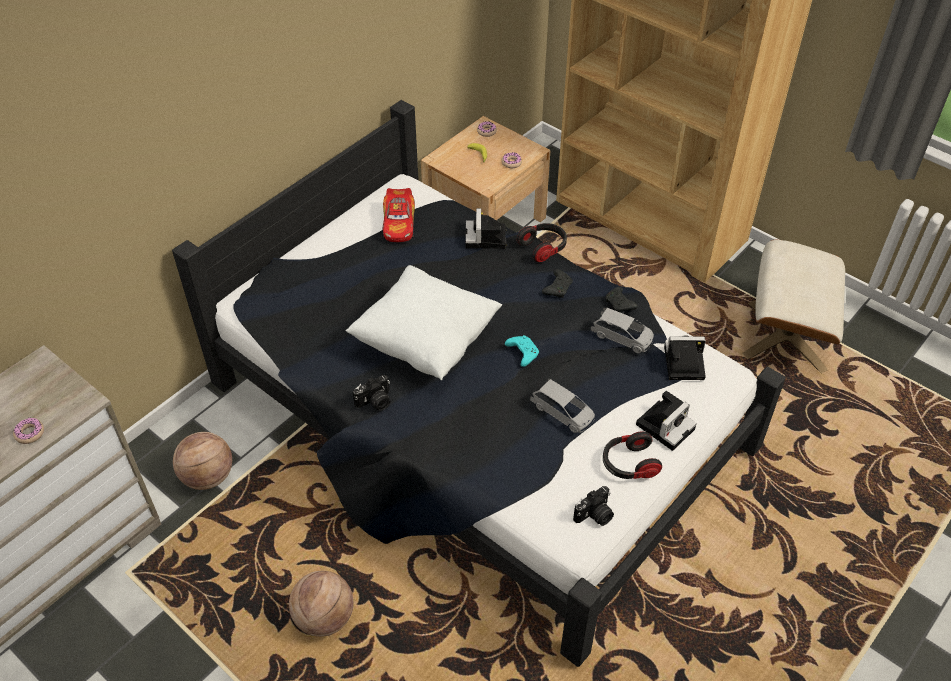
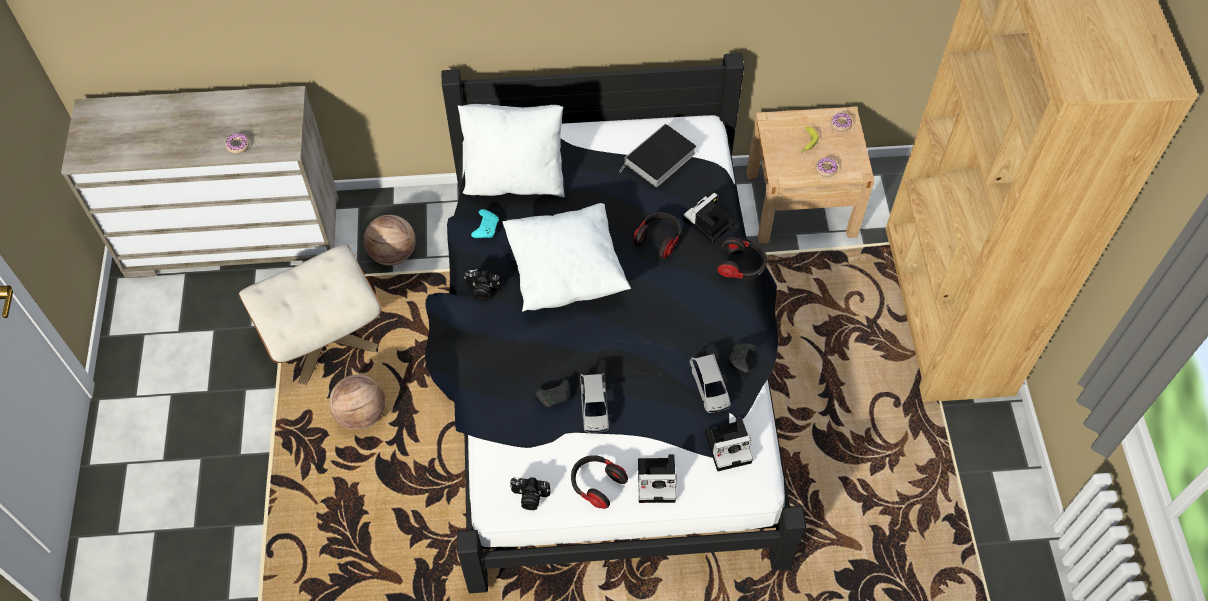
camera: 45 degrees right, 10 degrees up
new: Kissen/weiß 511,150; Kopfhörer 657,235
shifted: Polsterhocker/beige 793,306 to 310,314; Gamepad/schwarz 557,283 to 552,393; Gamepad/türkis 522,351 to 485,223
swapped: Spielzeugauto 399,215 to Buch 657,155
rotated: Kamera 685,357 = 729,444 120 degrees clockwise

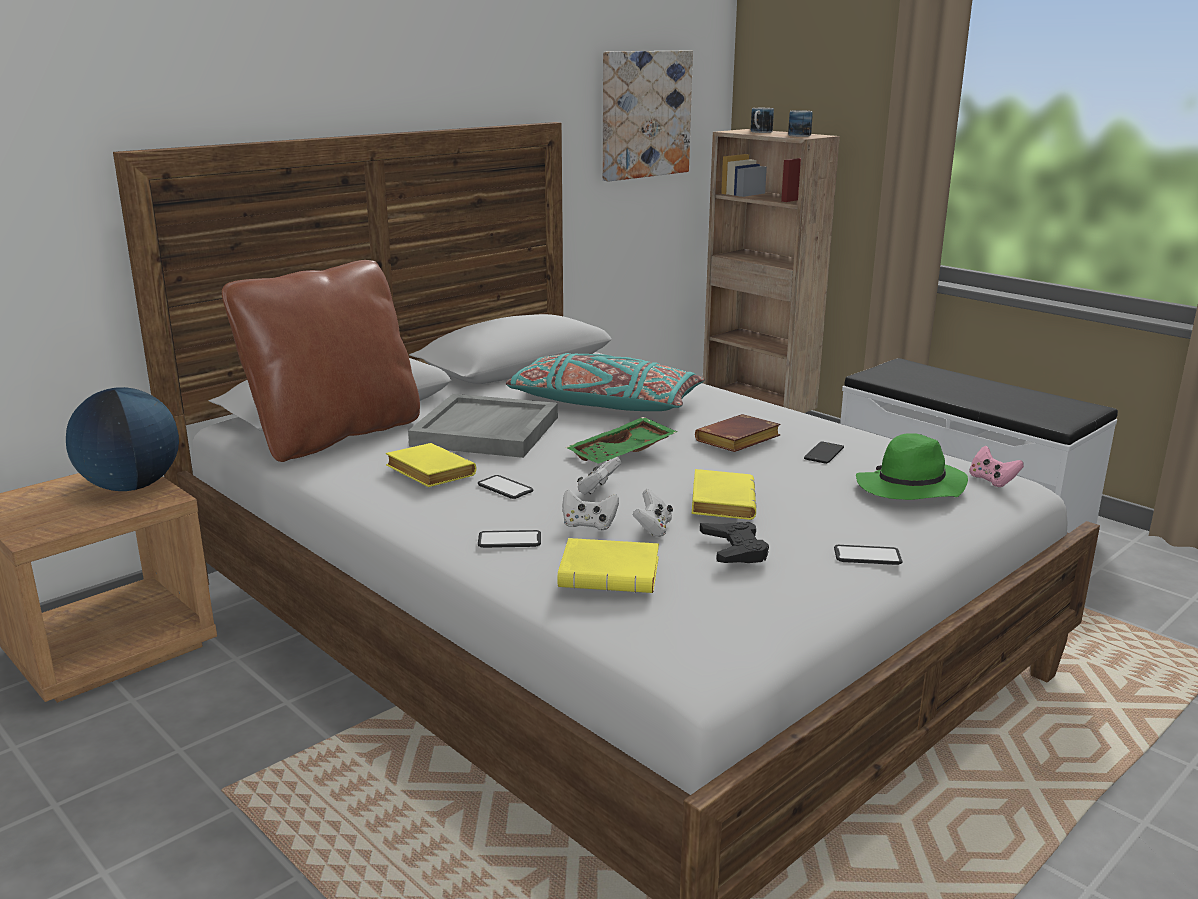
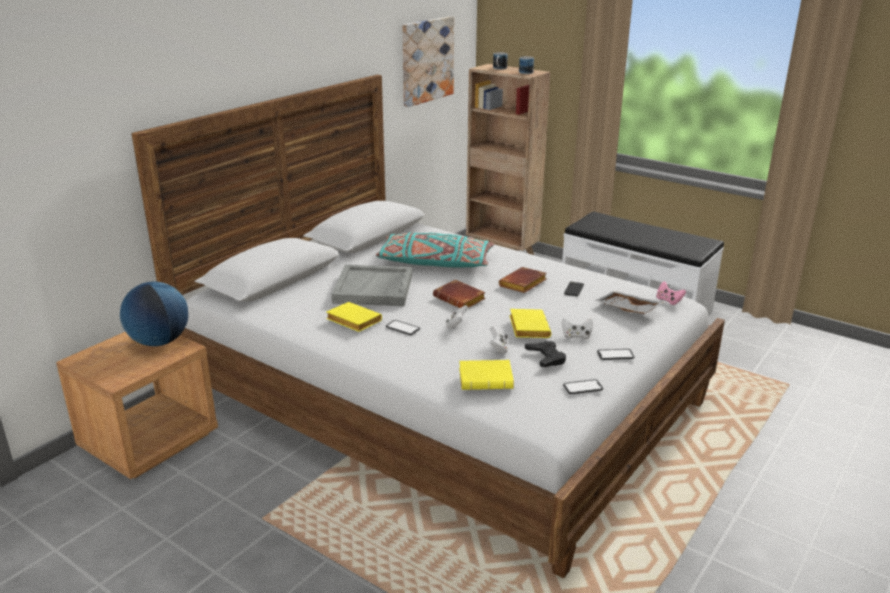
camera: 10 degrees left, 5 degrees up
gone: Kissen/braun 321,361
shifted: Gamepad/weiß 591,509 to 577,328; Handy 509,539 to 583,386
swapped: Tablett/grün 621,440 to Buch/braun 459,293; Hut/grün 912,466 to Tablett/grau 629,302

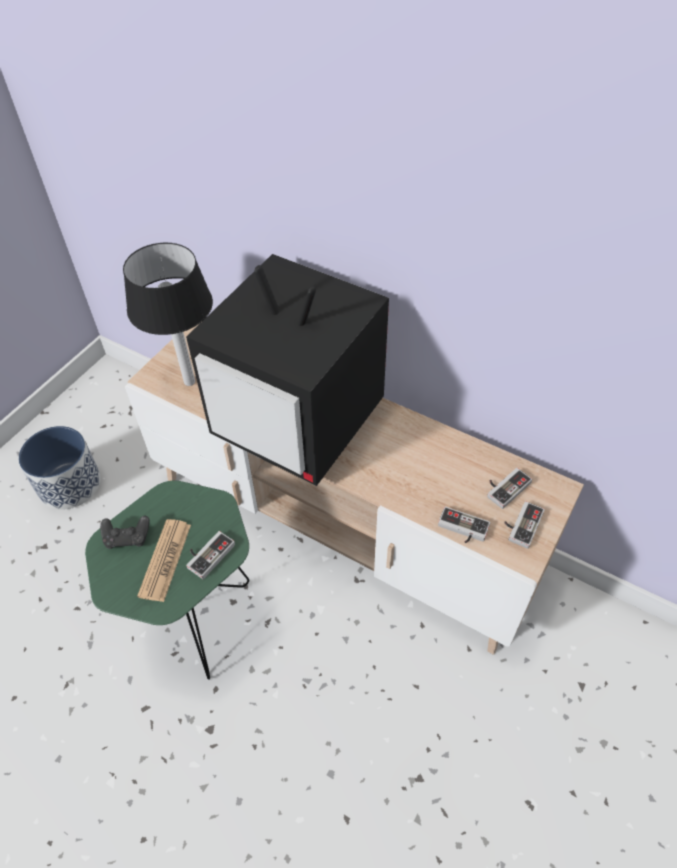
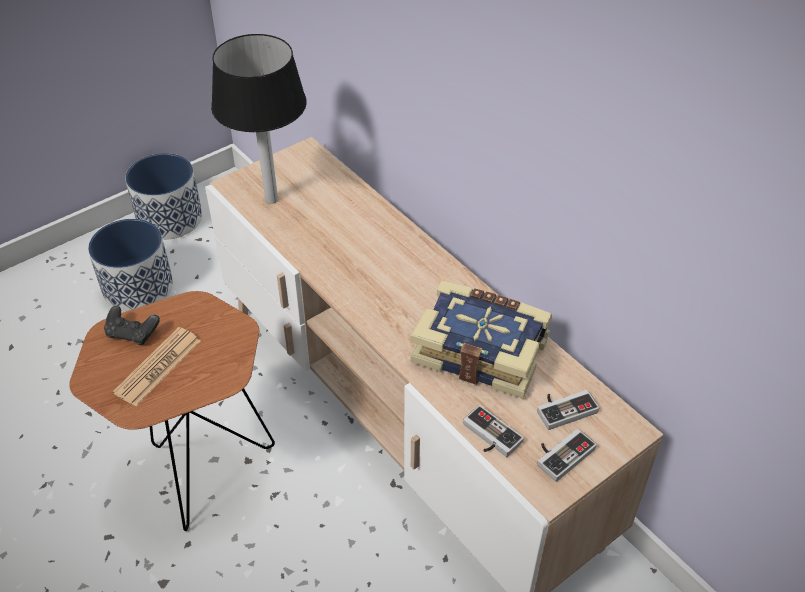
camera: 20 degrees right, 5 degrees down
gone: Fernseher 287,370; Gamepad 210,555
new: Pflanzkübel 163,196; Buch 481,340
repainted: Beistelltisch/grün 167,580 to Beistelltisch/braun 172,411

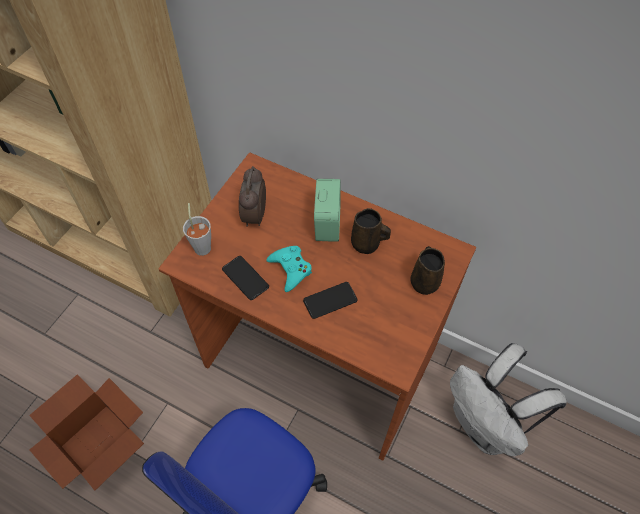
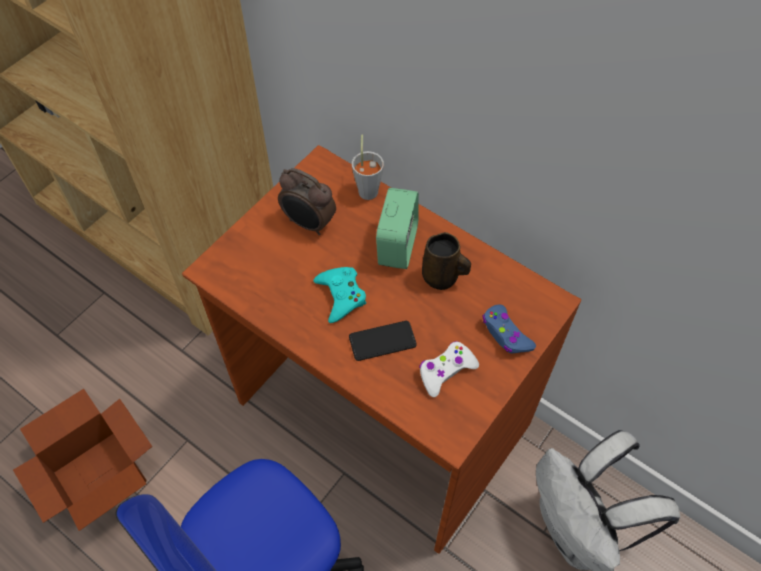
camera: 10 degrees right, 0 degrees up
gone: Handy 245,278
new: Gamepad/weiß 449,369
shifted: Tasse/grau 197,229 to 368,167
swapped: Henkelbecher/braun 427,270 to Gamepad/blau 509,329
rotated: Wecker 252,196 = 307,201 75 degrees counterclockwise

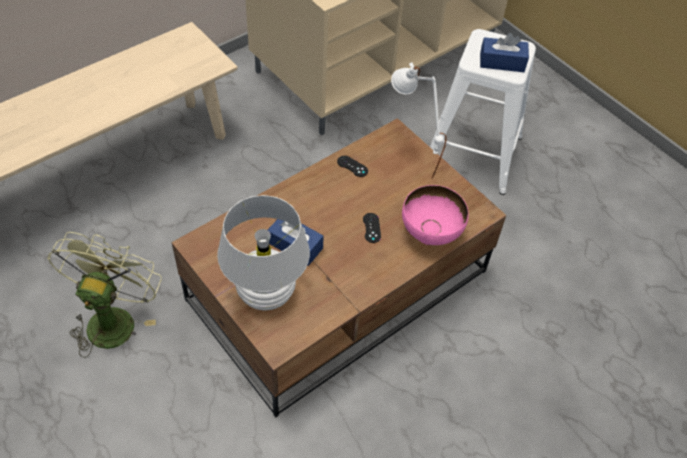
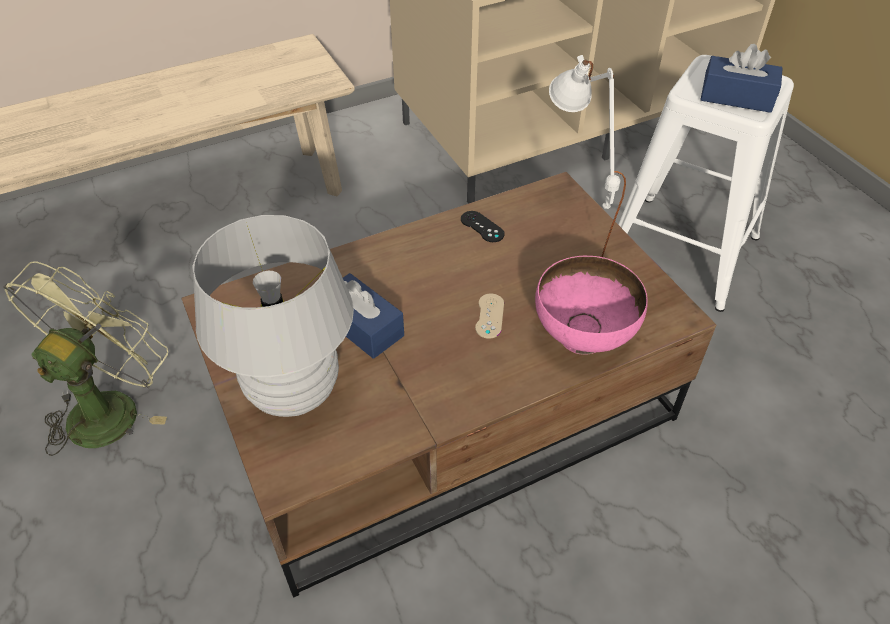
camera: 15 degrees right, 5 degrees down
repainted: Gamepad/schwarz 372,228 to Gamepad/beige 489,316

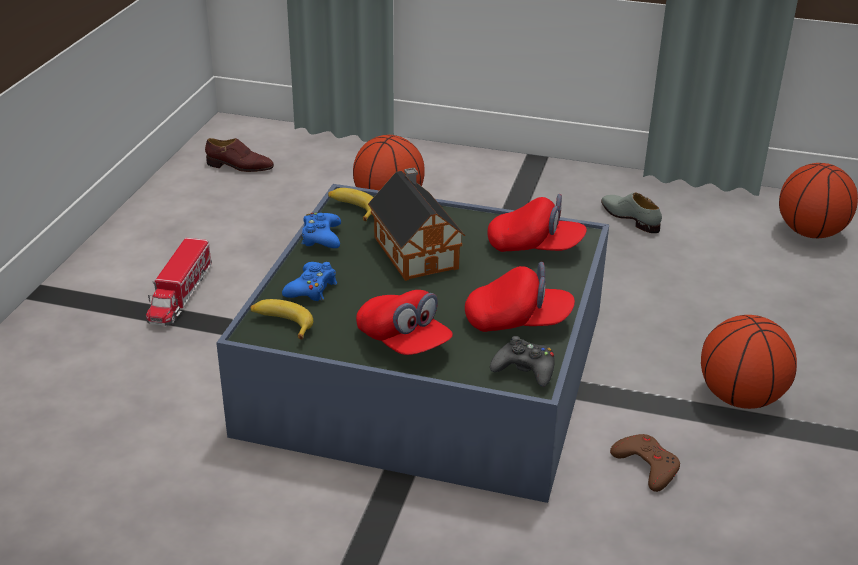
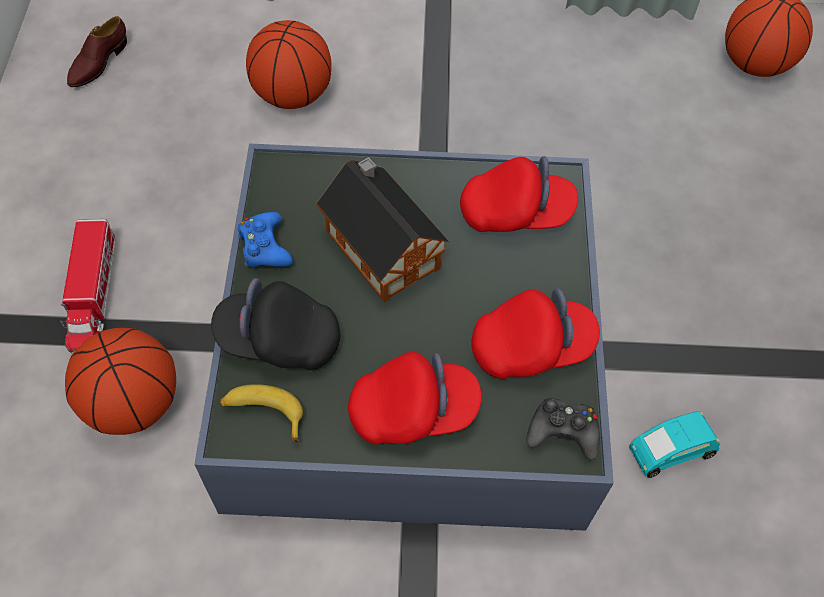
camera: 15 degrees left, 25 degrees up
gone: Banane 351,204; Schuh/grau 631,212
shifted: Basketball 749,362 to 120,381
swapped: Gamepad/blau 309,281 to Kappe/schwarz 275,324; Gamepad/braun 645,463 to Spielzeugauto/türkis 674,444
rotated: Schuh/braun 239,155 = 97,51 120 degrees clockwise; Kappe/rot 404,322 = 415,398 45 degrees counterclockwise

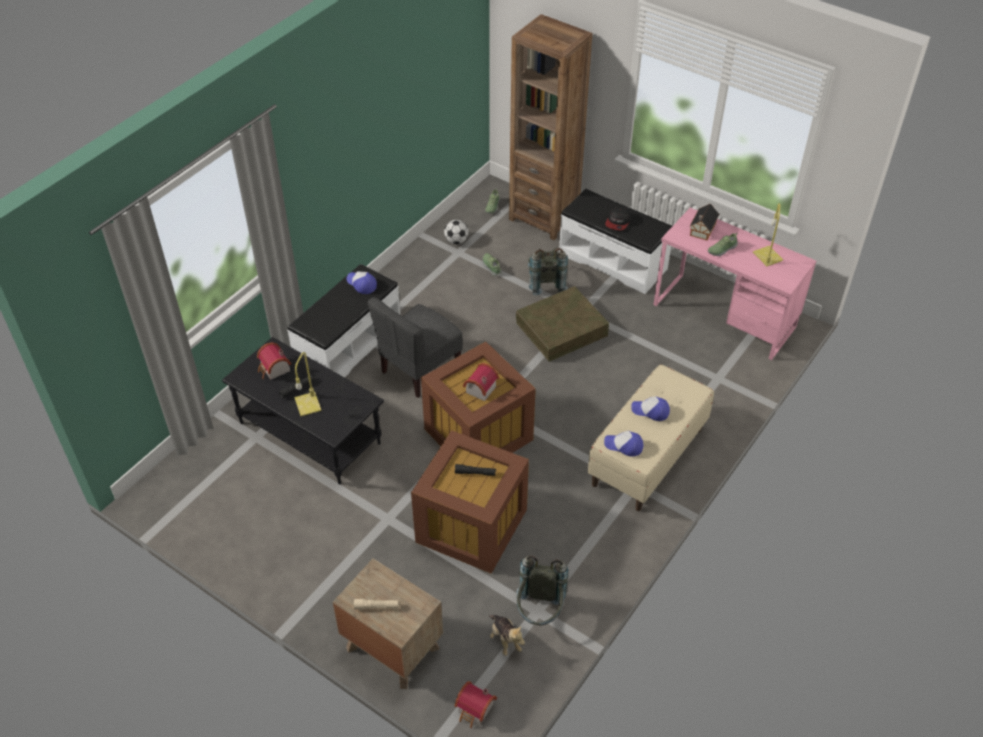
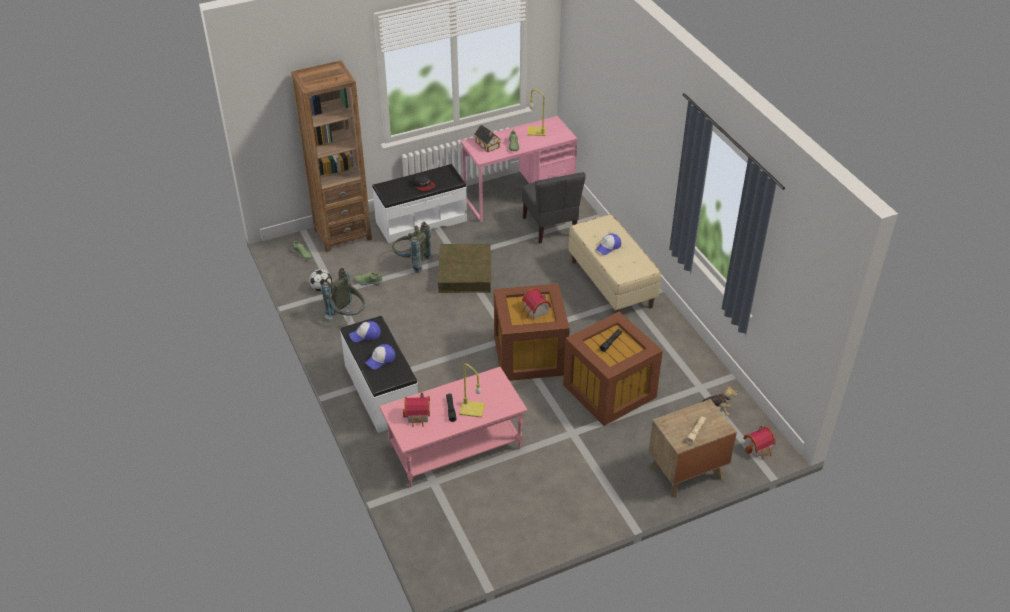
camera: 60 degrees left, 5 degrees down
shifted: Stuhl/grau 415,347 to 554,207; Kappe 624,444 to 380,356; Rucksack/grau 542,590 to 343,293
repainted: Couchtisch/schwarz 303,410 to Couchtisch/rosa 453,427

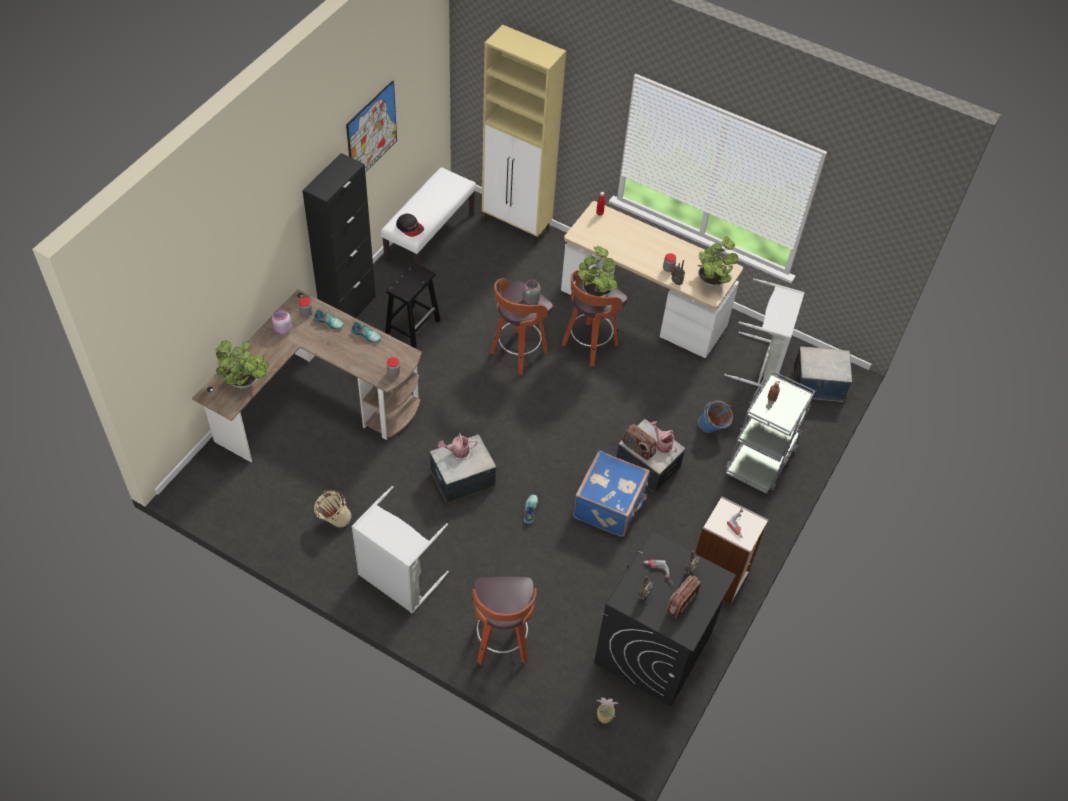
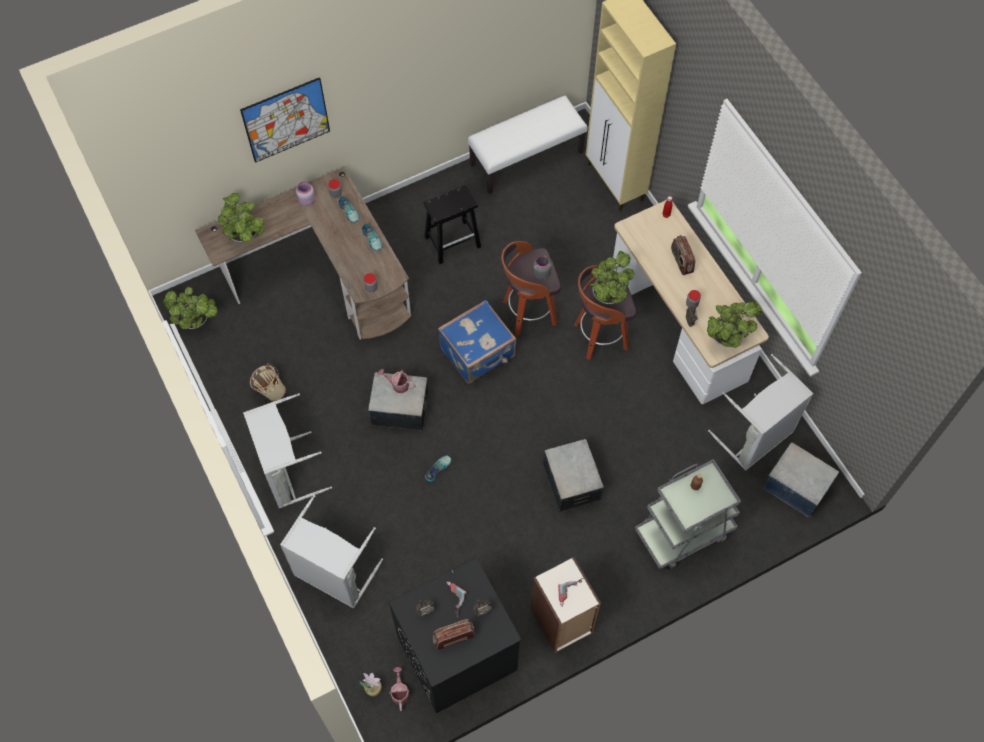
camera: 35 degrees right, 10 degrees up
gone: Schrank/schwarz 339,235; Kappe 410,225; Eimer/blau 715,416
new: Topfpflanze 190,308
shifted: Bild 371,126 to 285,120; Gießkanne 663,437 to 399,689; Radio 639,442 to 683,255; Koffer/blau 611,493 to 477,342
swapped: Hocker 504,620 to Wäschekorb/grau 331,551

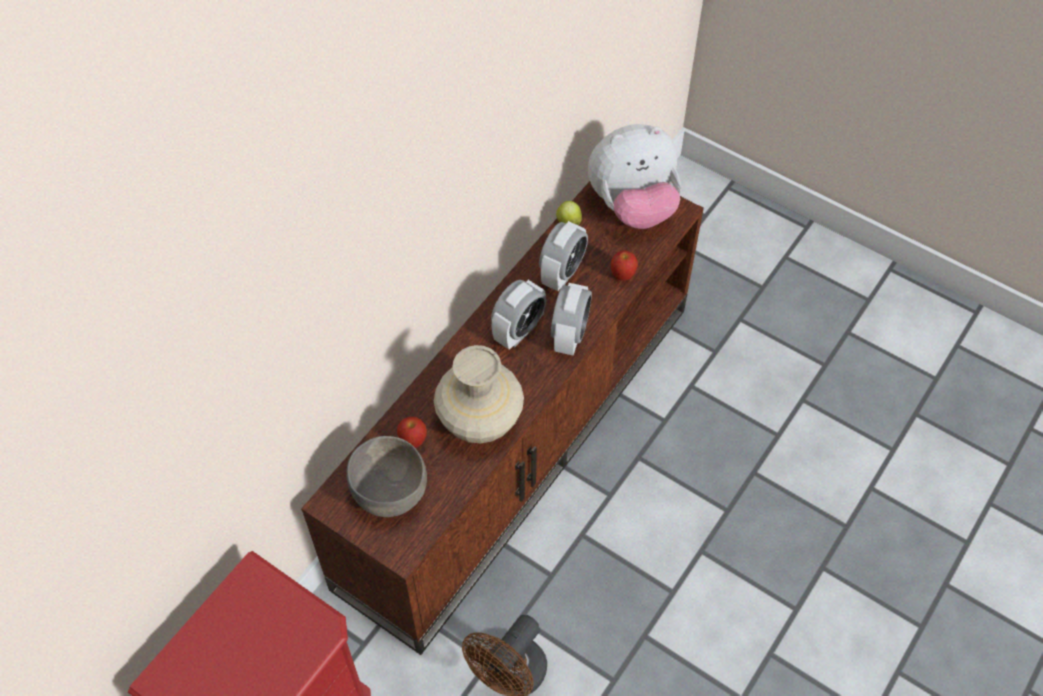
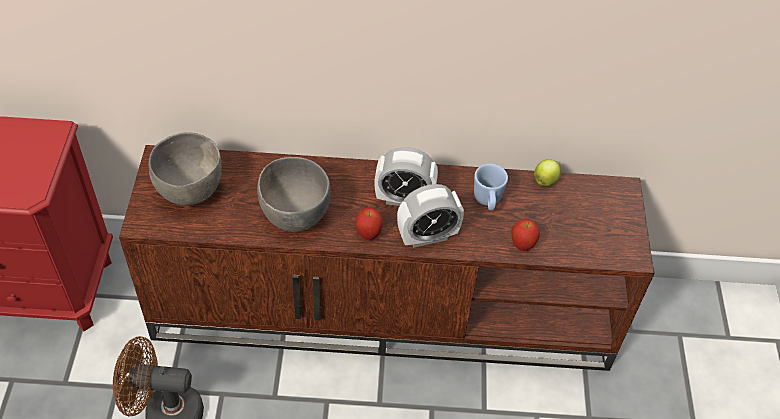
camera: 55 degrees right, 5 degrees down
gone: Plüschtier 634,176
shifted: Apfel 412,432 to 369,224
swapped: Wecker 563,256 to Henkelbecher/blau 491,187; Vase/beige 479,394 to Schüssel/grau 294,194

